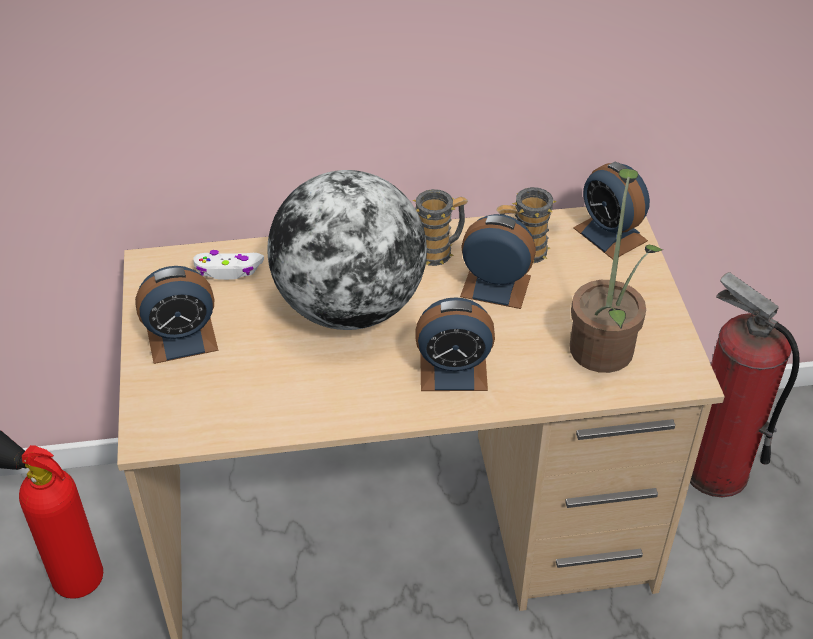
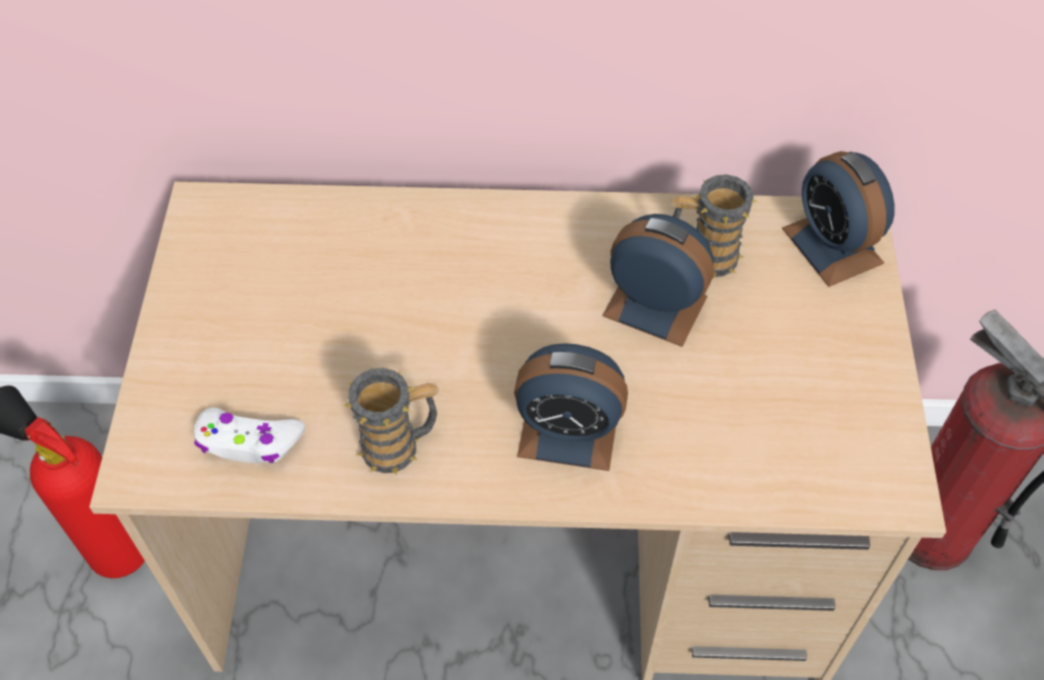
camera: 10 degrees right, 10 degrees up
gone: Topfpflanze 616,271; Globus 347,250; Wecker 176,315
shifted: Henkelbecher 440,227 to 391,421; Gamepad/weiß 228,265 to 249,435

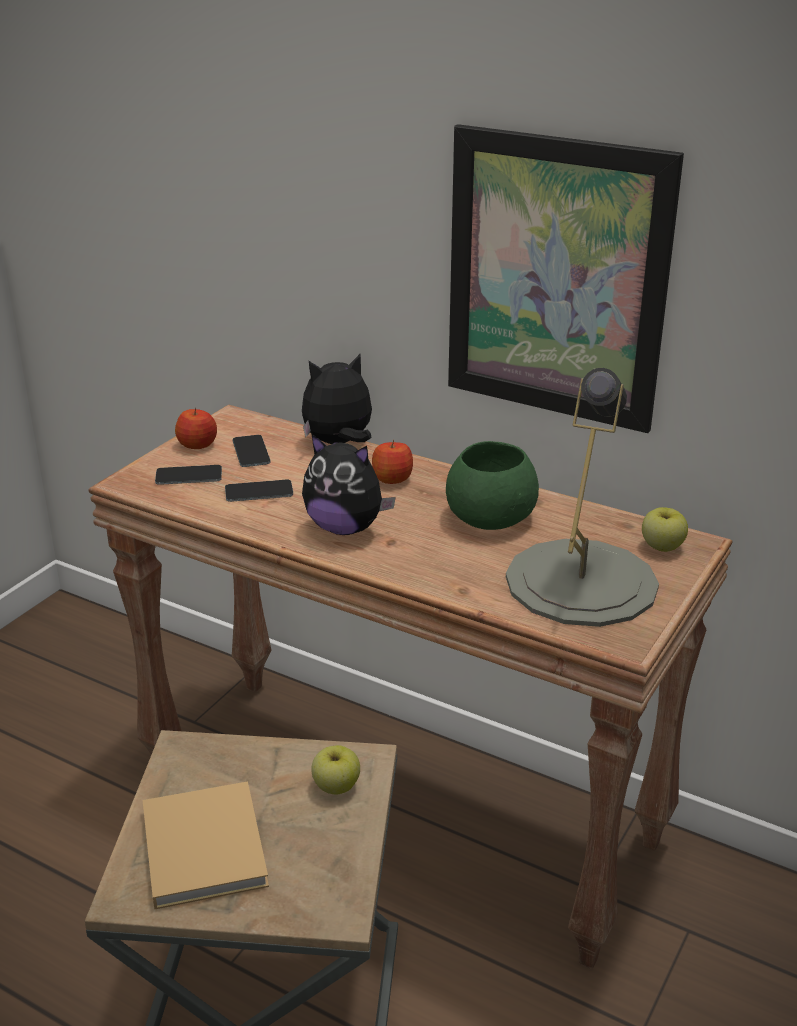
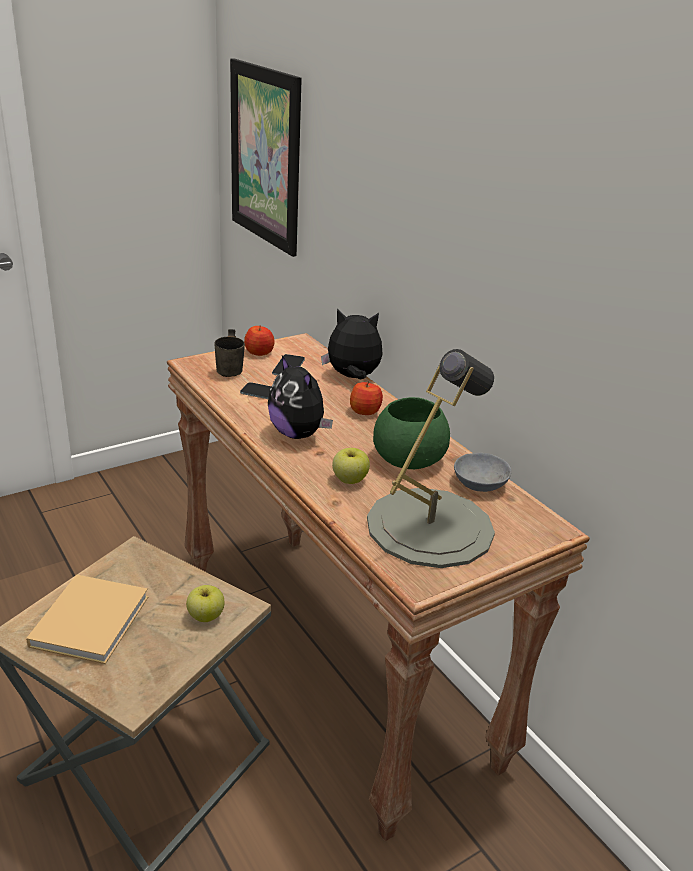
camera: 25 degrees right, 0 degrees up
new: Schüssel/grau 482,472
shifted: Bild 566,278 to 266,157; Apfel 665,529 to 351,466
swapped: Handy 188,475 to Henkelbecher/grau 229,353

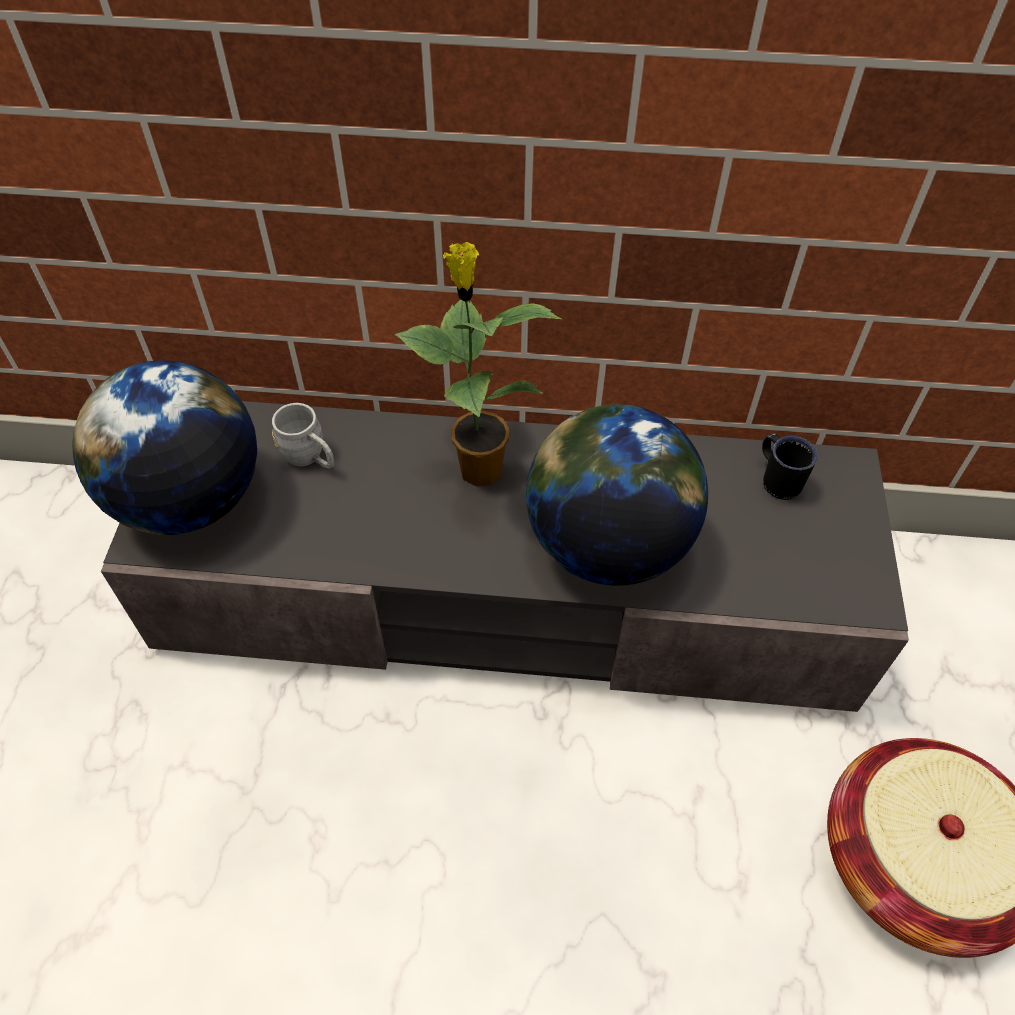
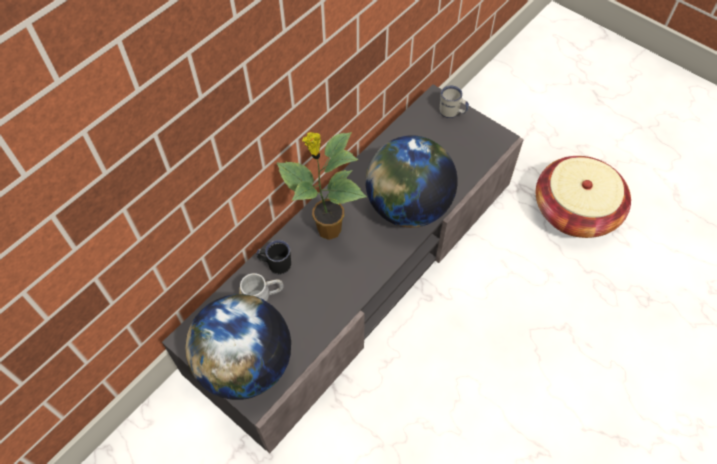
camera: 55 degrees left, 5 degrees up
new: Henkelbecher/weiß 454,101
shifted: Henkelbecher/schwarz 790,466 to 273,257

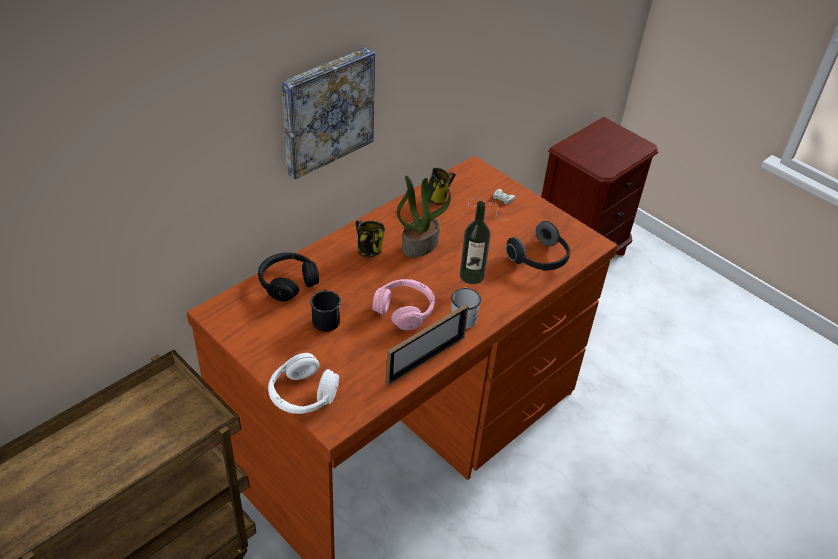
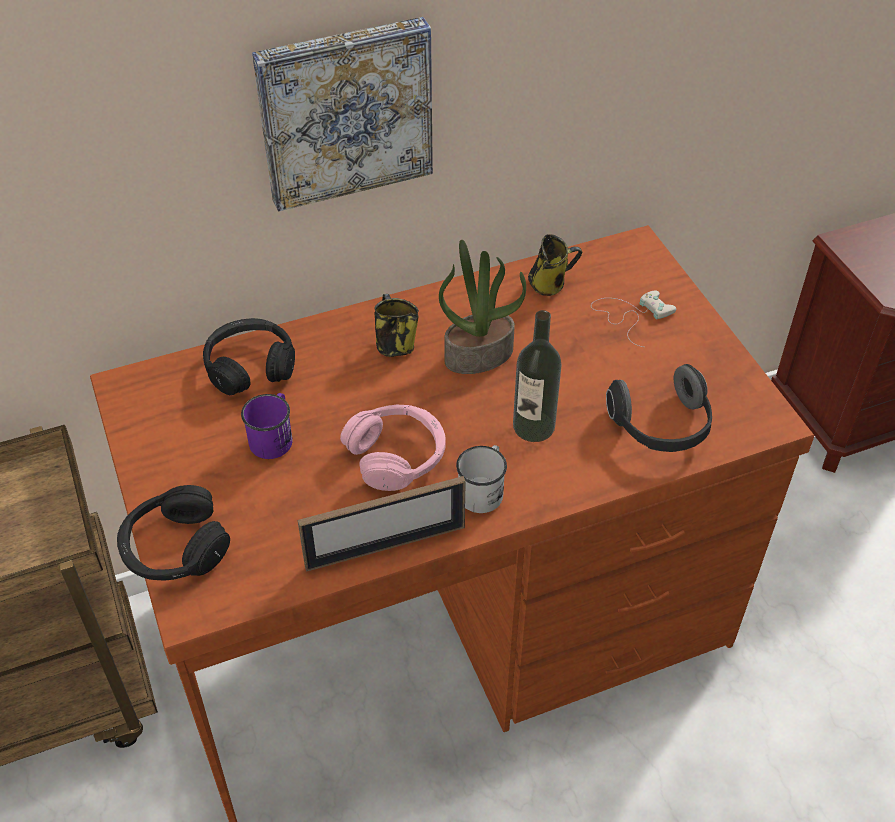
camera: 25 degrees right, 5 degrees up
repainted: Henkelbecher/schwarz 325,311 to Henkelbecher/lila 266,426; Kopfhörer/weiß 303,383 to Kopfhörer/schwarz 173,533

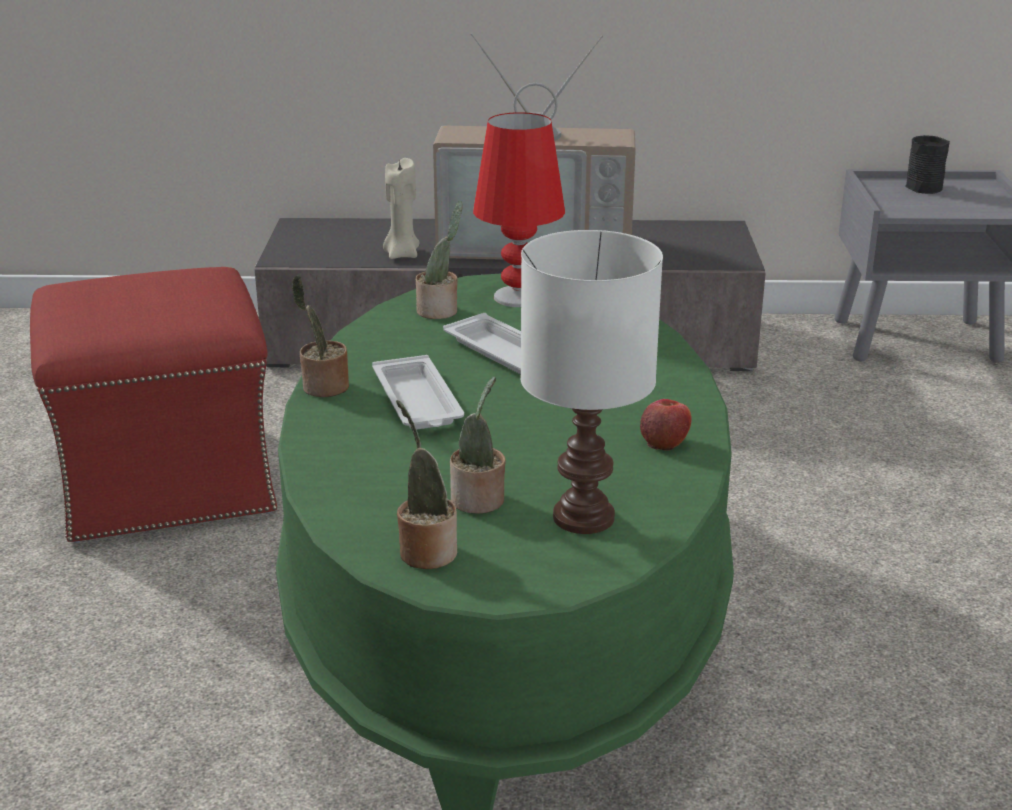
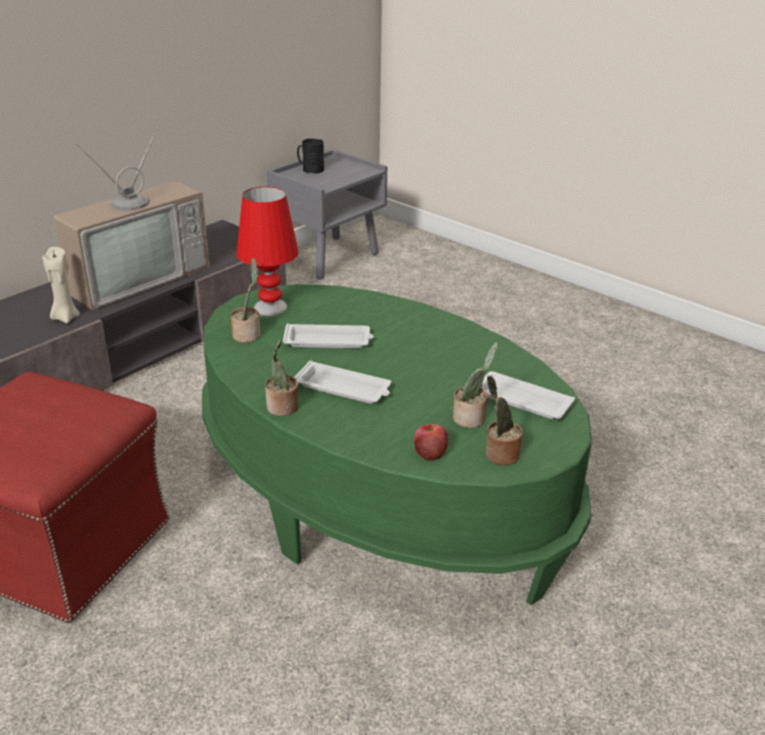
camera: 50 degrees left, 5 degrees up
shifted: Apfel 666,425 to 431,442
swapped: Tischlampe/weiß 591,382 to Tablett/weiß 528,395

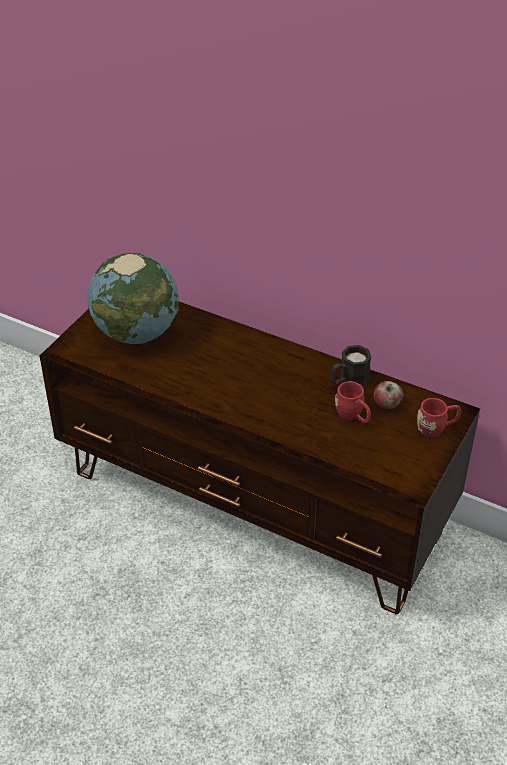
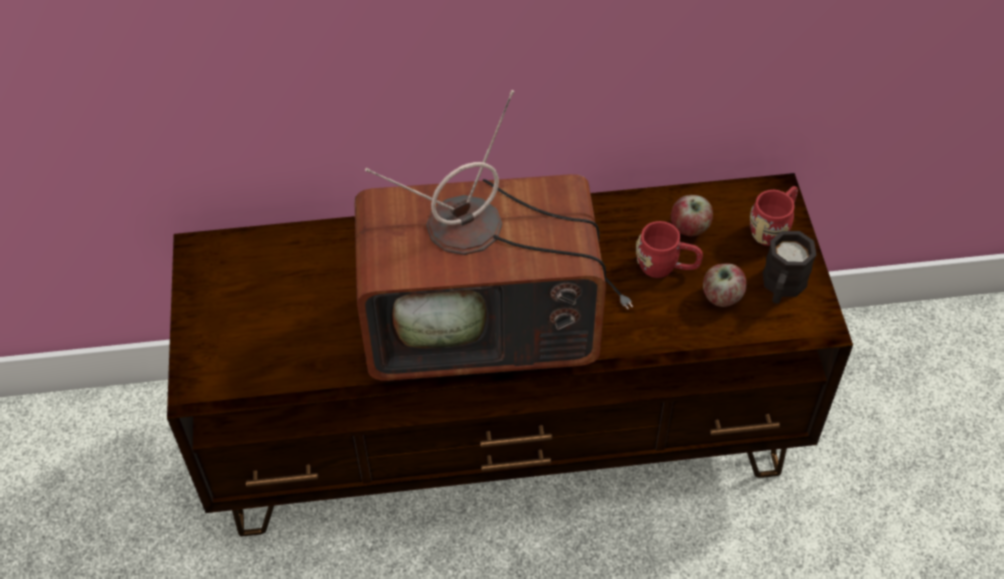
camera: 35 degrees left, 10 degrees up
gone: Globus 133,298
new: Fernseher 494,235; Apfel 725,285
shifted: Henkelbecher/schwarz 351,366 to 789,267

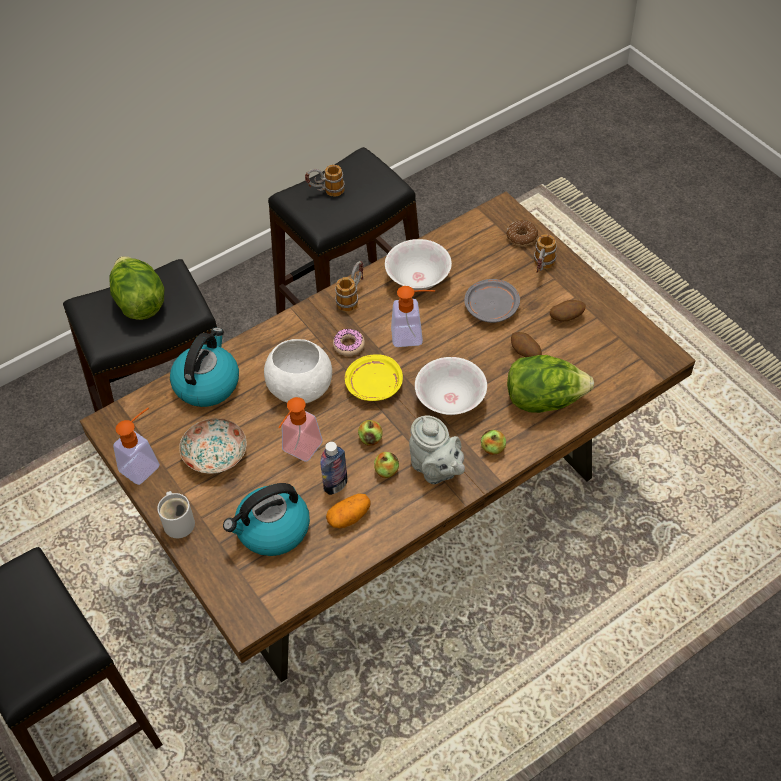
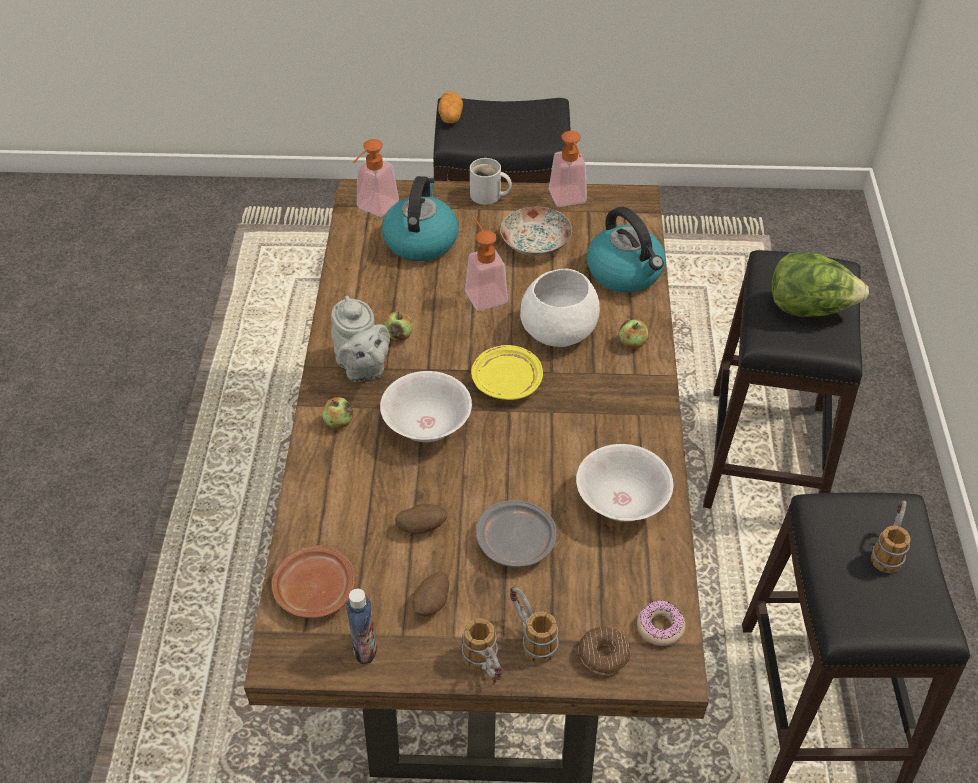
camera: 125 degrees right, 5 degrees down
gone: Salatkopf 550,384
new: Teller/braun 313,582
shifted: Henkelbecher 349,286 to 482,651; Seifenspender 413,316 to 376,178; Donut 349,342 to 661,623; Apfel 370,432 to 634,334; Flasche 334,468 to 361,626; Kartoffel 348,510 to 450,107
rotated: Teekanne/grau 437,449 = 360,339 120 degrees counterclockwise

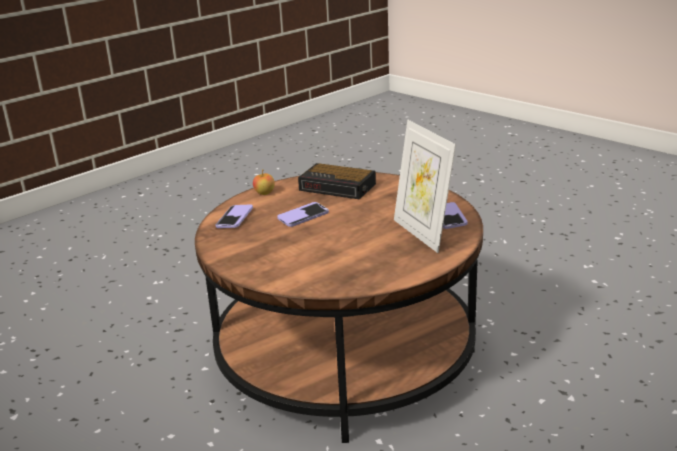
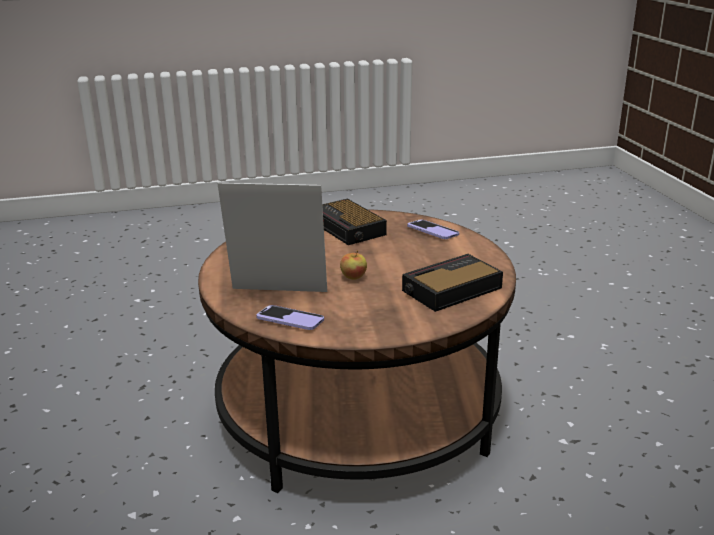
camera: 120 degrees right, 0 degrees up
gone: Handy 303,214
new: Wecker 354,222
shifted: Apfel 264,182 to 353,264

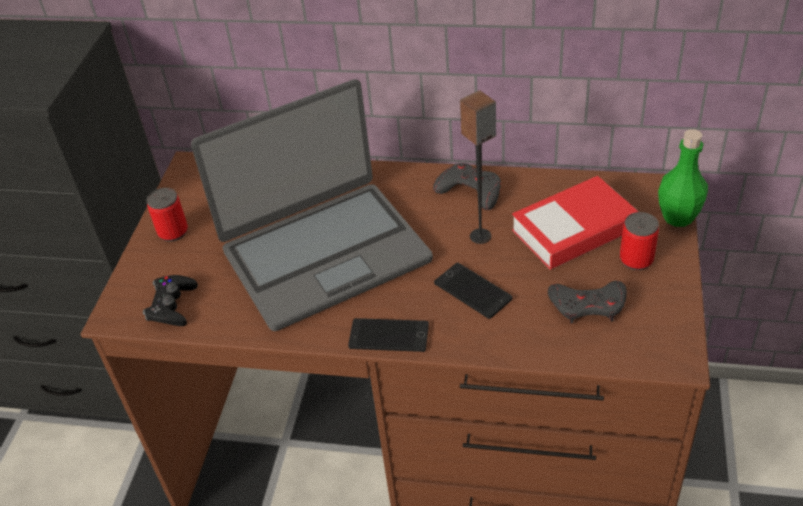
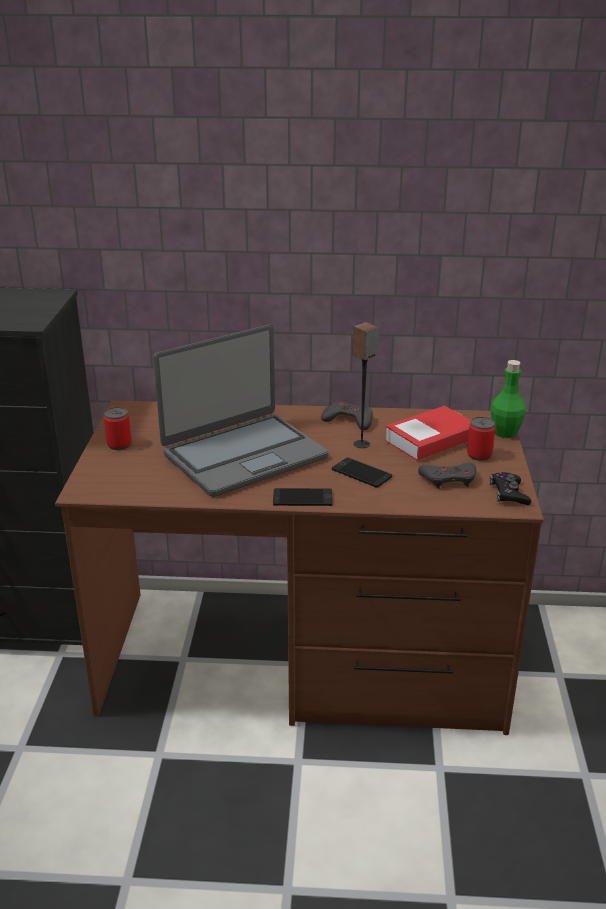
camera: 10 degrees left, 15 degrees down
shifted: Gamepad/schwarz 170,300 to 510,488

